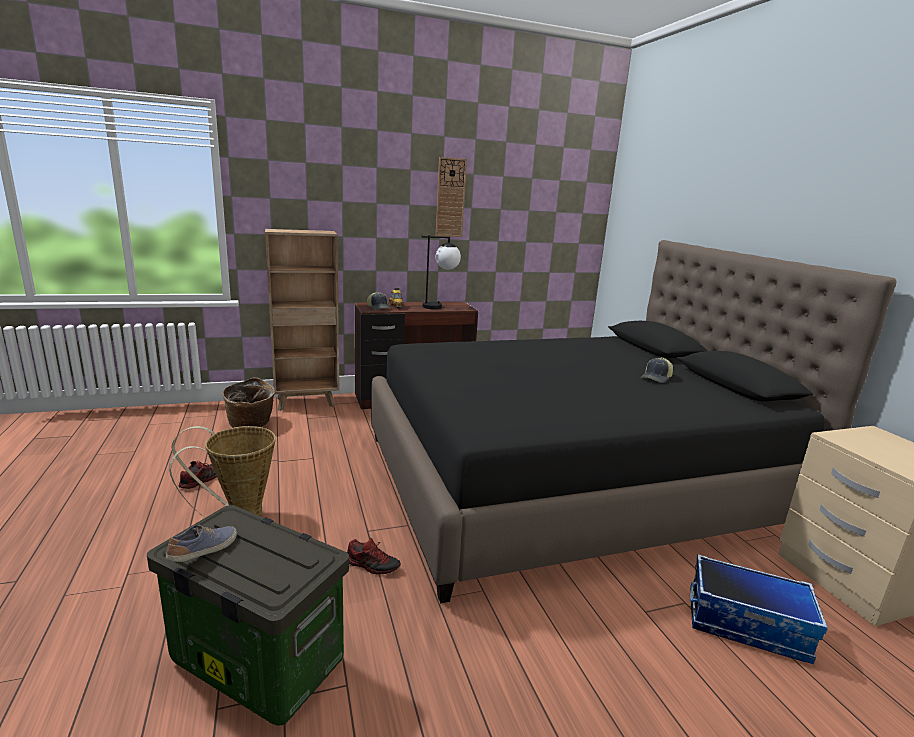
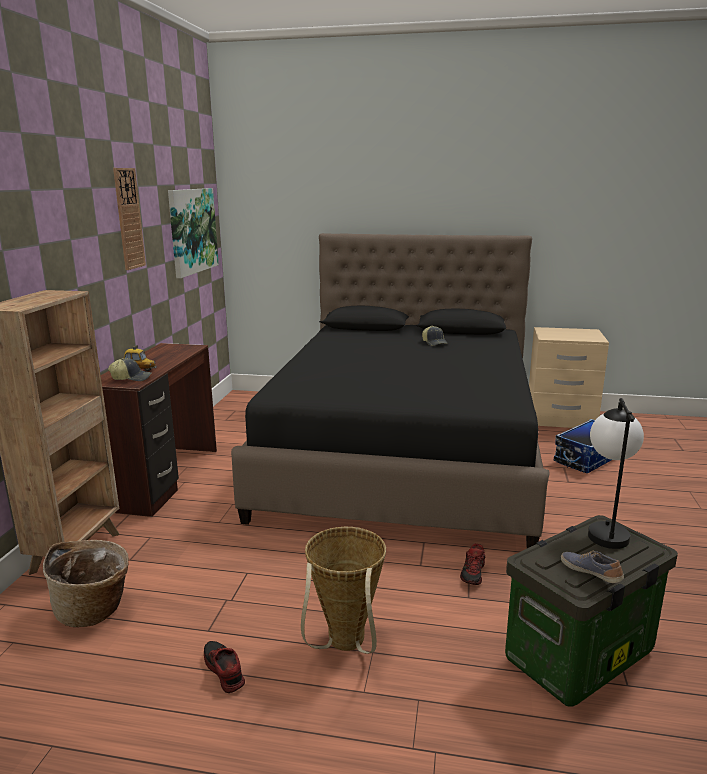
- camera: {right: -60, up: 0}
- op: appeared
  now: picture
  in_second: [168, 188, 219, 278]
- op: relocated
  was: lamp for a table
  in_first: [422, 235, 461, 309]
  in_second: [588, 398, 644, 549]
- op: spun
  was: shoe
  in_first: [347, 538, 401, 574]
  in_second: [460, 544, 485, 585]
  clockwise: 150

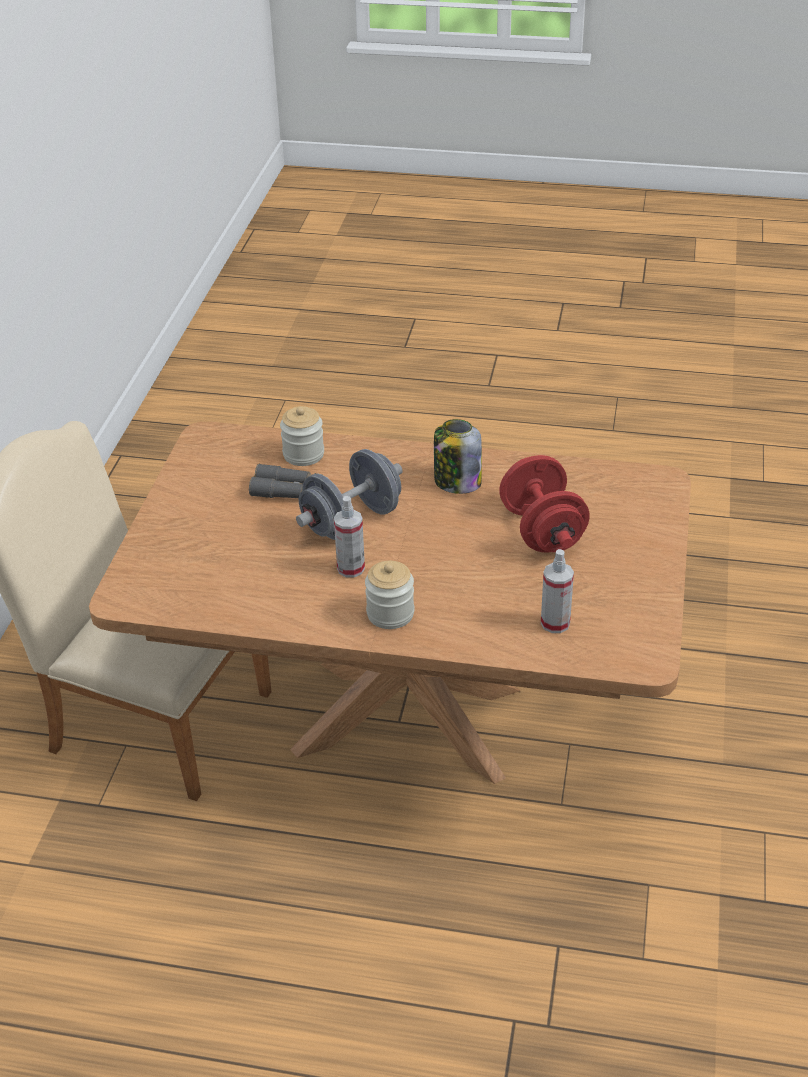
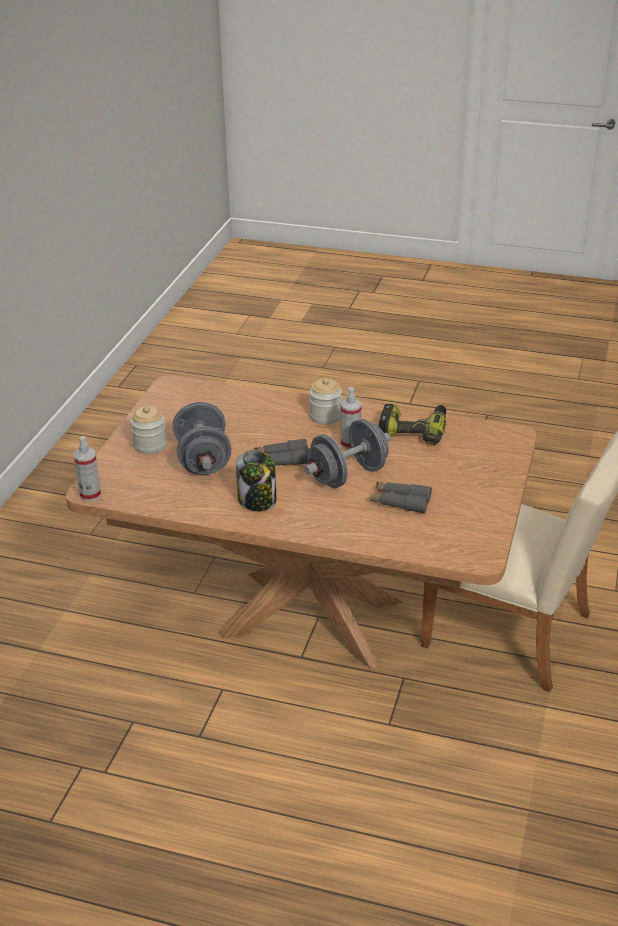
- camera: {right: -175, up: -5}
- op: appeared
  now: greyish binoculars
  in_second: [254, 439, 309, 465]
- op: appeared
  now: drill
  in_second: [379, 404, 446, 445]
- op: relocated
  was: jar
  in_first: [280, 406, 324, 466]
  in_second: [130, 406, 167, 454]
- op: relocated
  was: hand sprayer
  in_first: [541, 549, 574, 633]
  in_second: [74, 436, 101, 501]
- op: colour
  was: red-coloured free weight
  now: greyish free weight
  in_first: [499, 455, 590, 553]
  in_second: [173, 402, 232, 475]

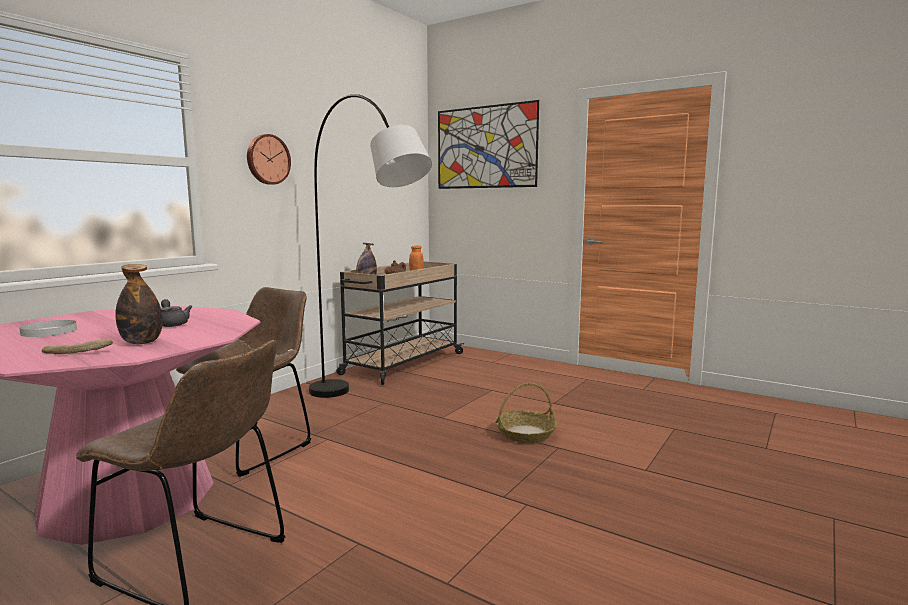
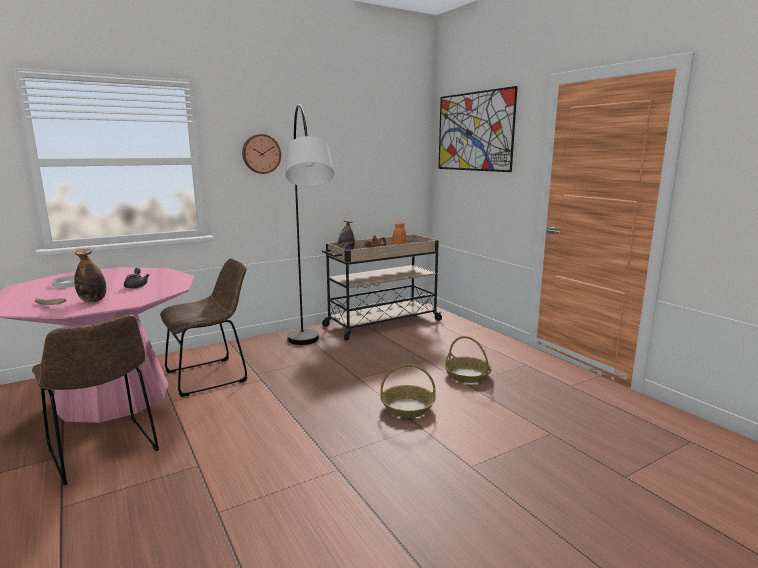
- camera: {right: 25, up: 5}
- op: appeared
  now: household basket
  in_second: [444, 336, 492, 383]

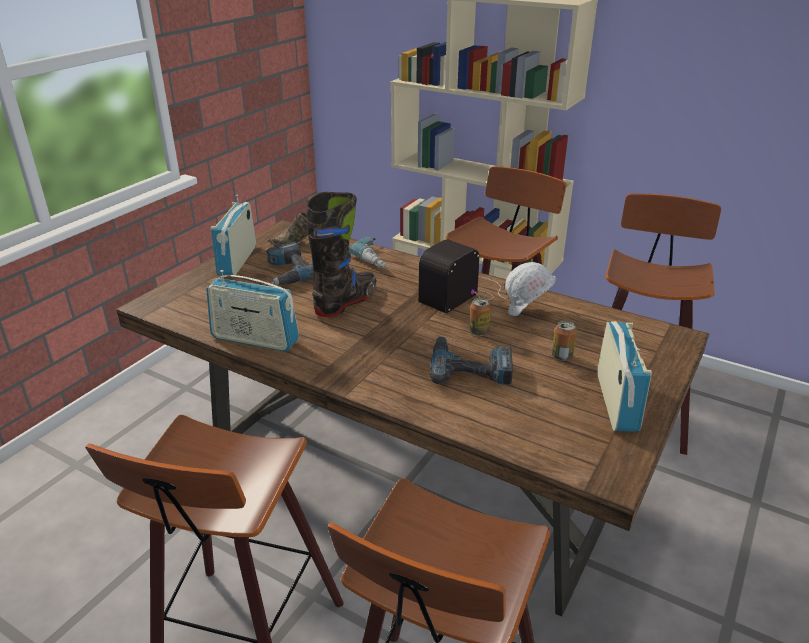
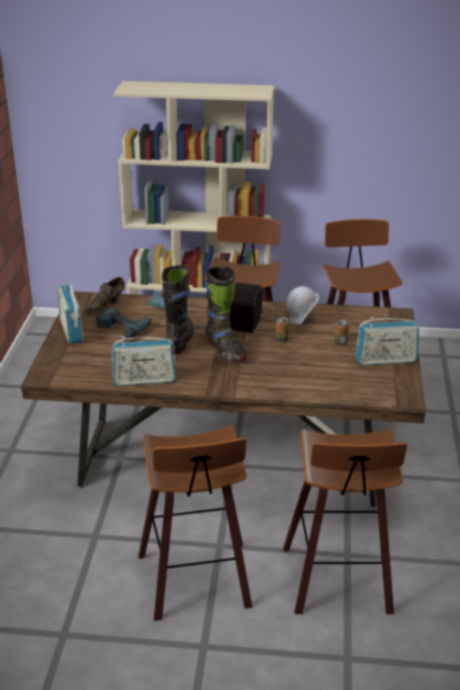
- camera: {right: -25, up: 0}
- op: missing
  was: drill
  in_first: [430, 336, 513, 385]
- op: appeared
  now: blackish tall boot
  in_second: [205, 265, 247, 362]
- op: spun
  was: radio set
  in_first: [597, 321, 652, 432]
  in_second: [355, 317, 419, 366]
  clockwise: 105

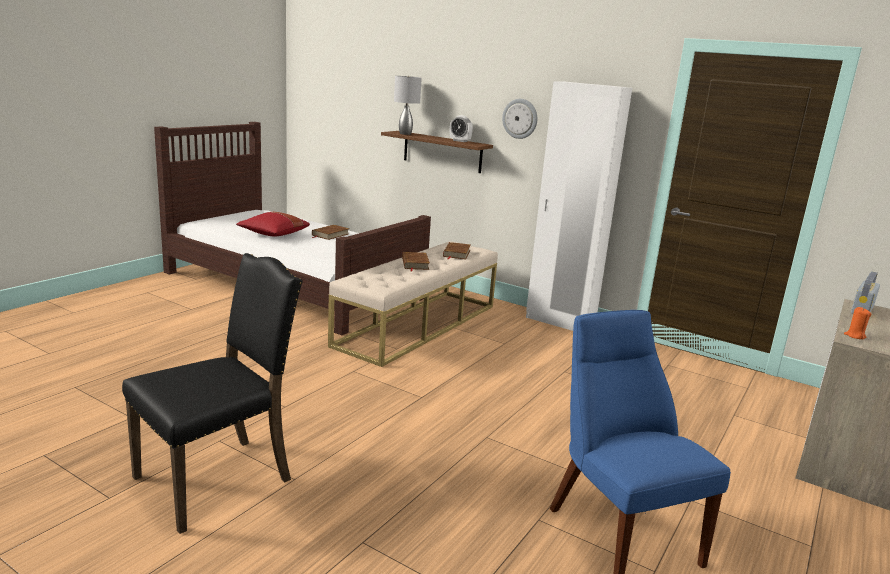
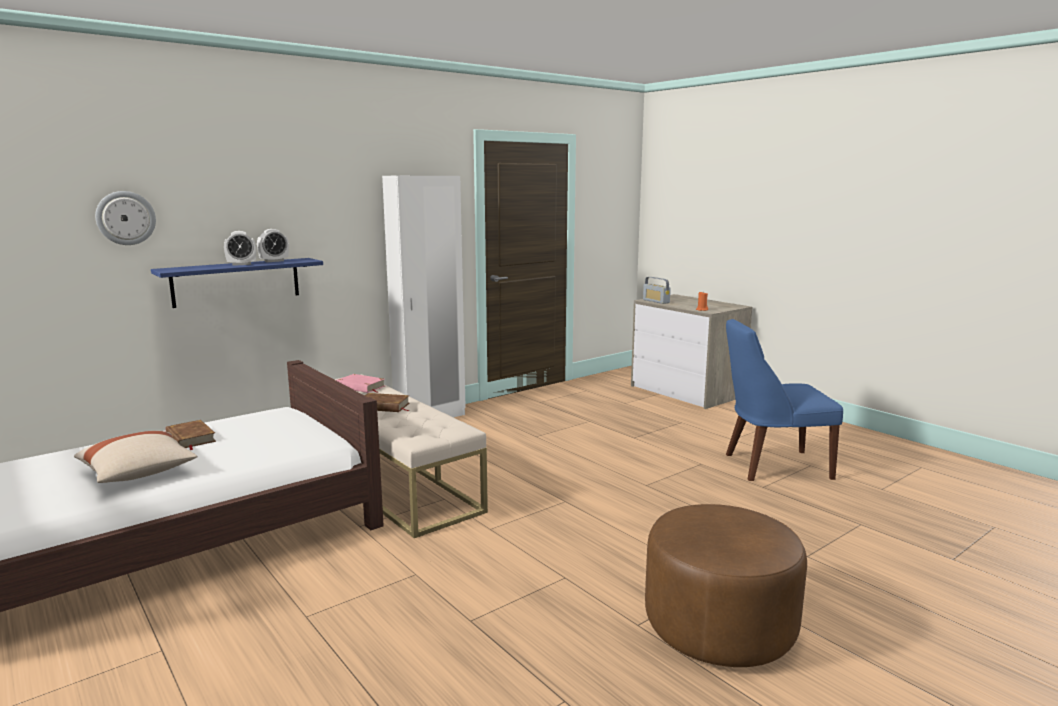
- camera: {right: -70, up: -5}
- op: missing
  was: greyish lamp for a table
  in_first: [394, 76, 422, 135]
- op: appeared
  now: alarm clock
  in_second: [224, 231, 256, 266]
- op: relocated
  was: hanging clock
  in_first: [502, 99, 537, 139]
  in_second: [95, 191, 156, 245]
- op: exchanged
  was: blackish chair
  now: brown ottoman
  in_first: [122, 253, 303, 534]
  in_second: [645, 504, 807, 667]
- op: colour
  was: red-coloured pillow
  now: beige-coloured pillow
  in_first: [236, 212, 310, 236]
  in_second: [74, 431, 197, 483]
- op: colour
  was: brown wall shelf
  now: blue wall shelf
  in_first: [381, 131, 493, 173]
  in_second: [151, 258, 323, 308]
- op: colour
  was: brown bound book
  now: pink bound book
  in_first: [443, 242, 471, 260]
  in_second: [336, 374, 385, 393]

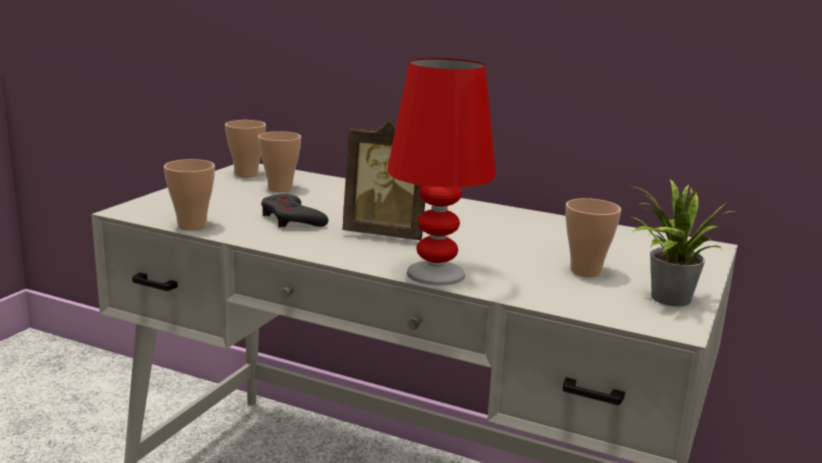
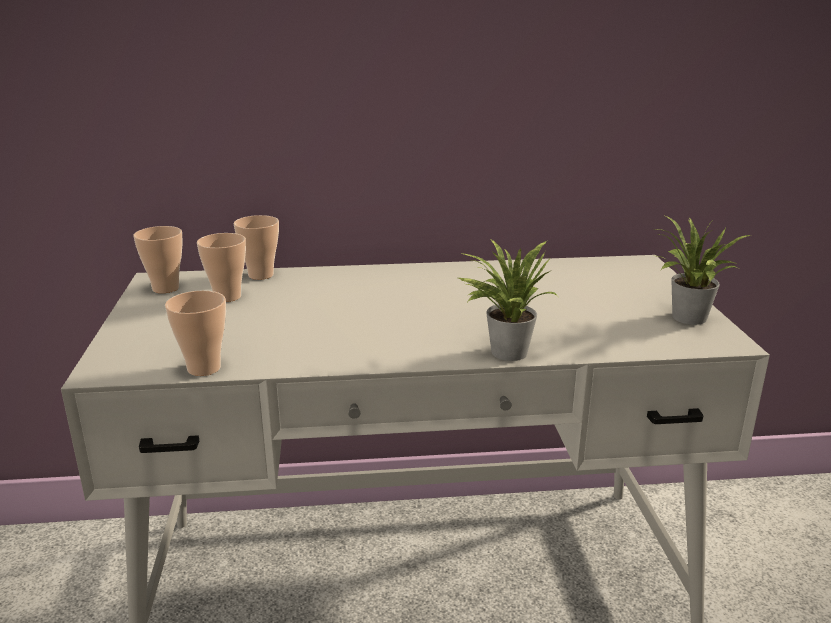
- camera: {right: -30, up: 5}
- op: missing
  was: greyish joypad
  in_first: [261, 194, 328, 227]
- op: missing
  was: picture frame
  in_first: [342, 120, 425, 240]
- op: relocated
  was: cup
  in_first: [566, 198, 621, 277]
  in_second: [234, 215, 279, 280]
- op: exchanged
  was: red-coloured lamp for a table
  now: plant in a pot
  in_first: [387, 58, 496, 286]
  in_second: [458, 239, 559, 361]

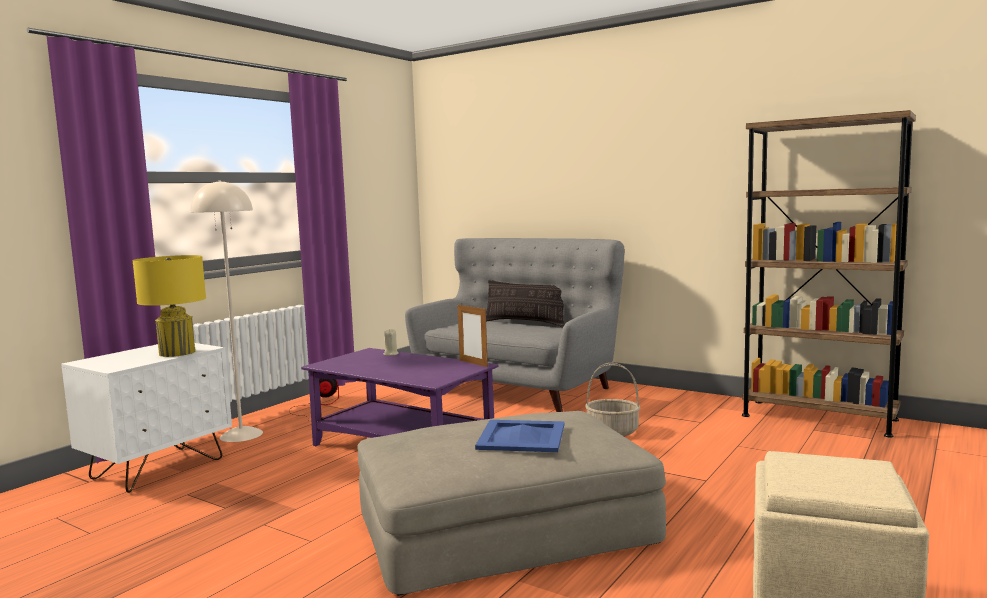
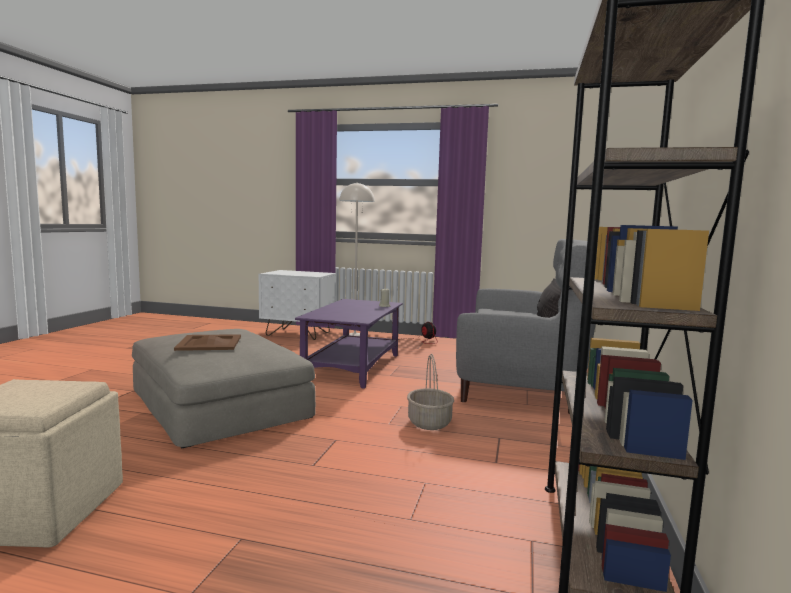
- camera: {right: 70, up: 0}
- op: missing
  was: yellowish lamp for a table
  in_first: [132, 255, 206, 357]
- op: missing
  was: picture frame
  in_first: [458, 303, 488, 367]
- op: colour
  was: blue carrying tray
  now: brown carrying tray
  in_first: [475, 420, 564, 452]
  in_second: [174, 334, 241, 351]

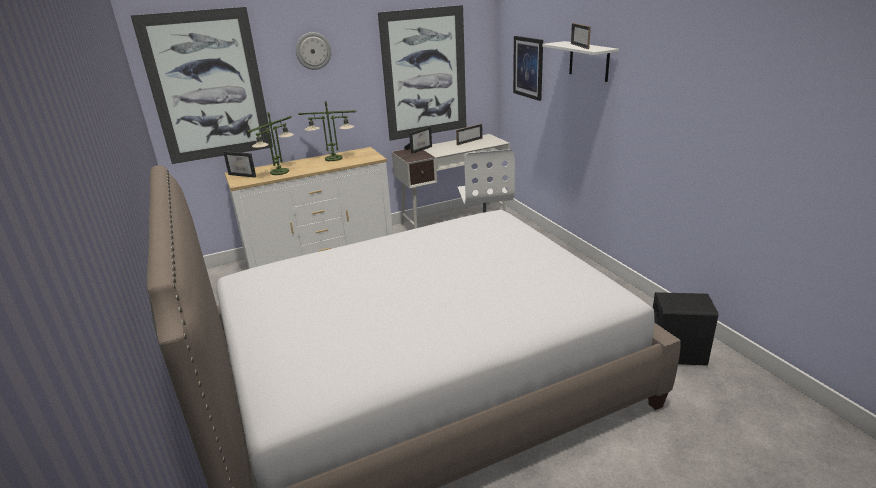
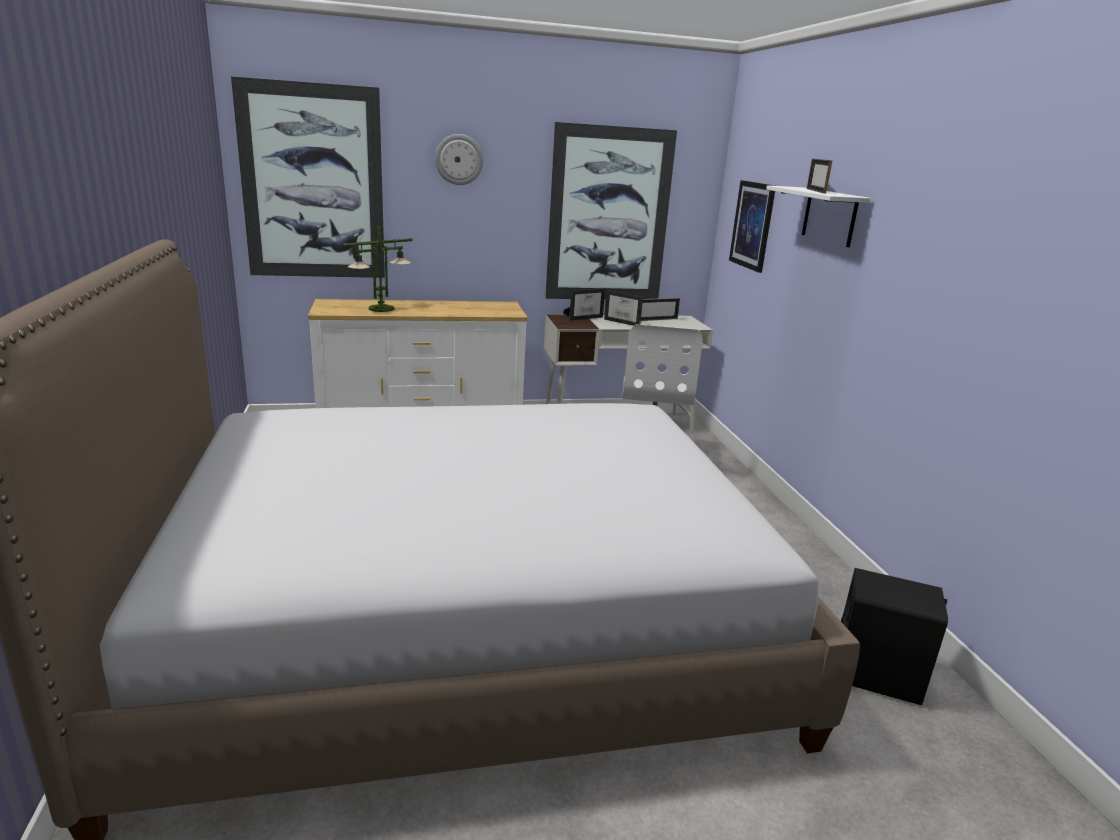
- camera: {right: 10, up: -5}
- op: missing
  was: lamp for a table
  in_first: [298, 101, 356, 161]
- op: relocated
  was: picture frame
  in_first: [223, 151, 256, 177]
  in_second: [604, 290, 643, 326]

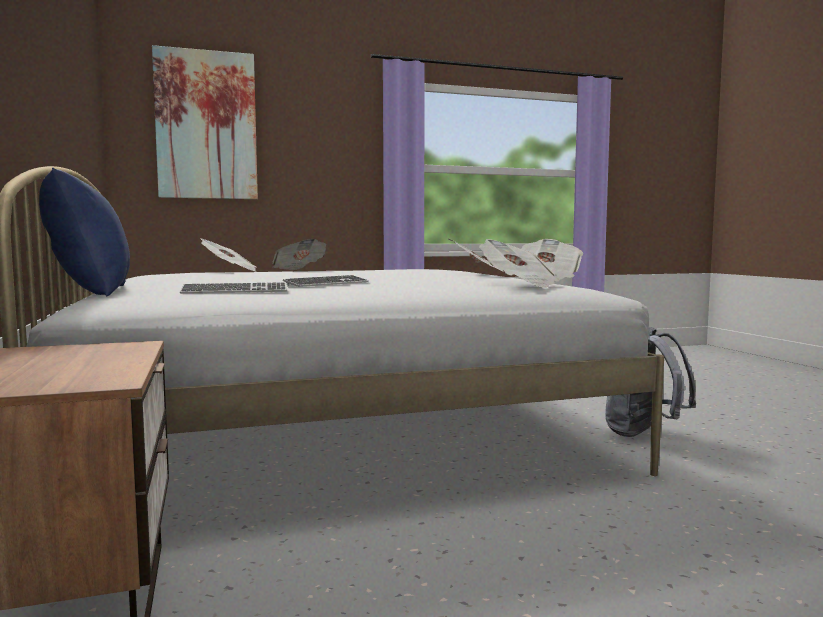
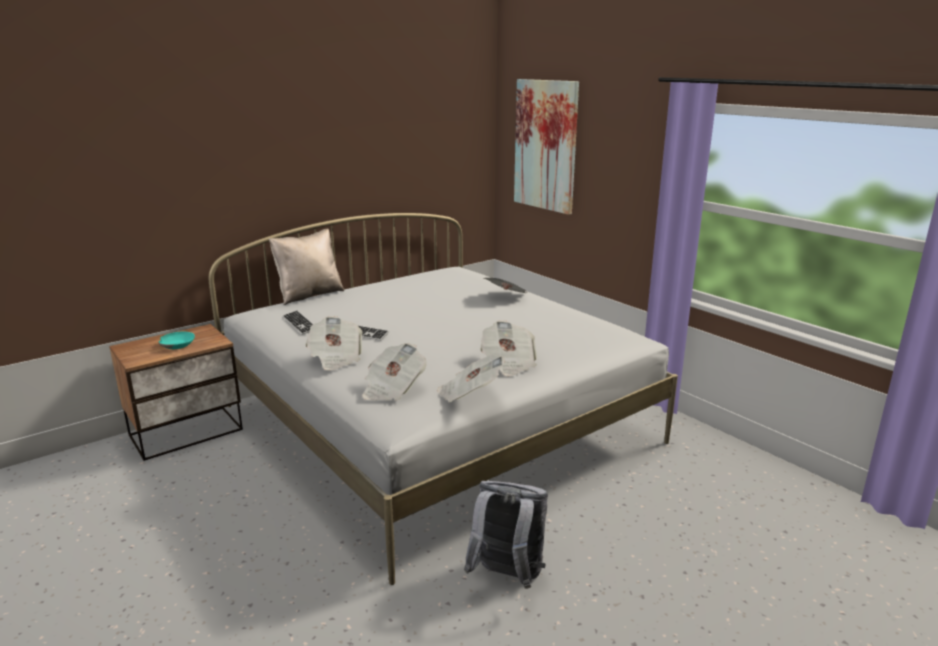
- camera: {right: 70, up: 15}
- op: appeared
  now: turquoise-coloured bowl
  in_second: [158, 332, 195, 349]
- op: relocated
  was: newspaper
  in_first: [200, 238, 257, 272]
  in_second: [306, 316, 362, 371]
- op: colour
  was: blue pillow
  now: beige-coloured pillow
  in_first: [39, 168, 130, 297]
  in_second: [269, 229, 344, 305]

